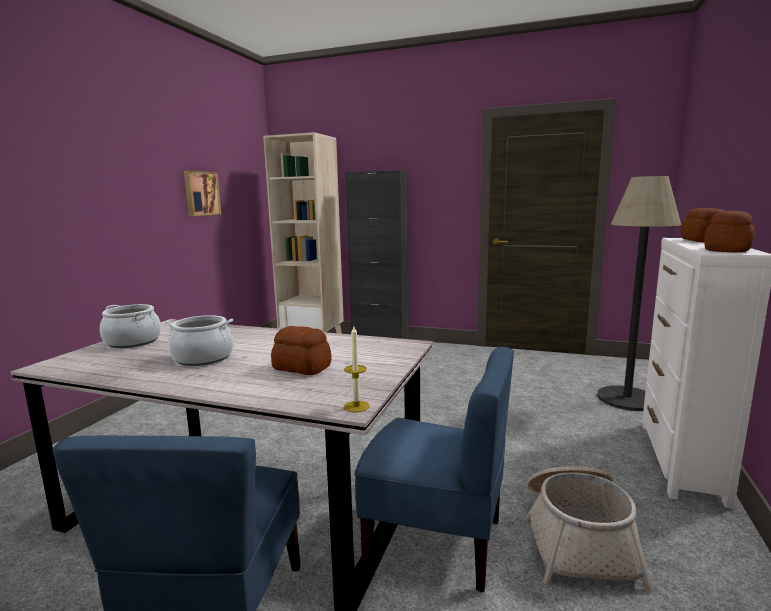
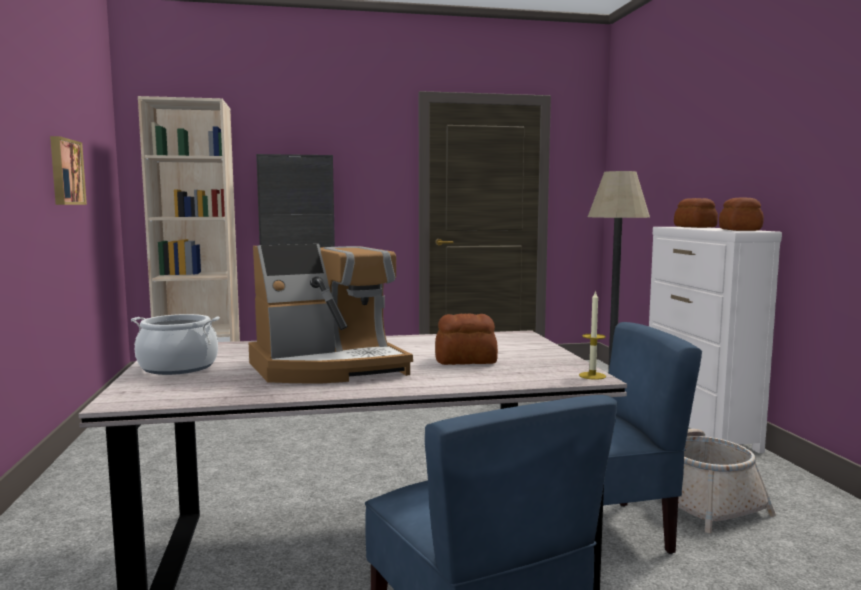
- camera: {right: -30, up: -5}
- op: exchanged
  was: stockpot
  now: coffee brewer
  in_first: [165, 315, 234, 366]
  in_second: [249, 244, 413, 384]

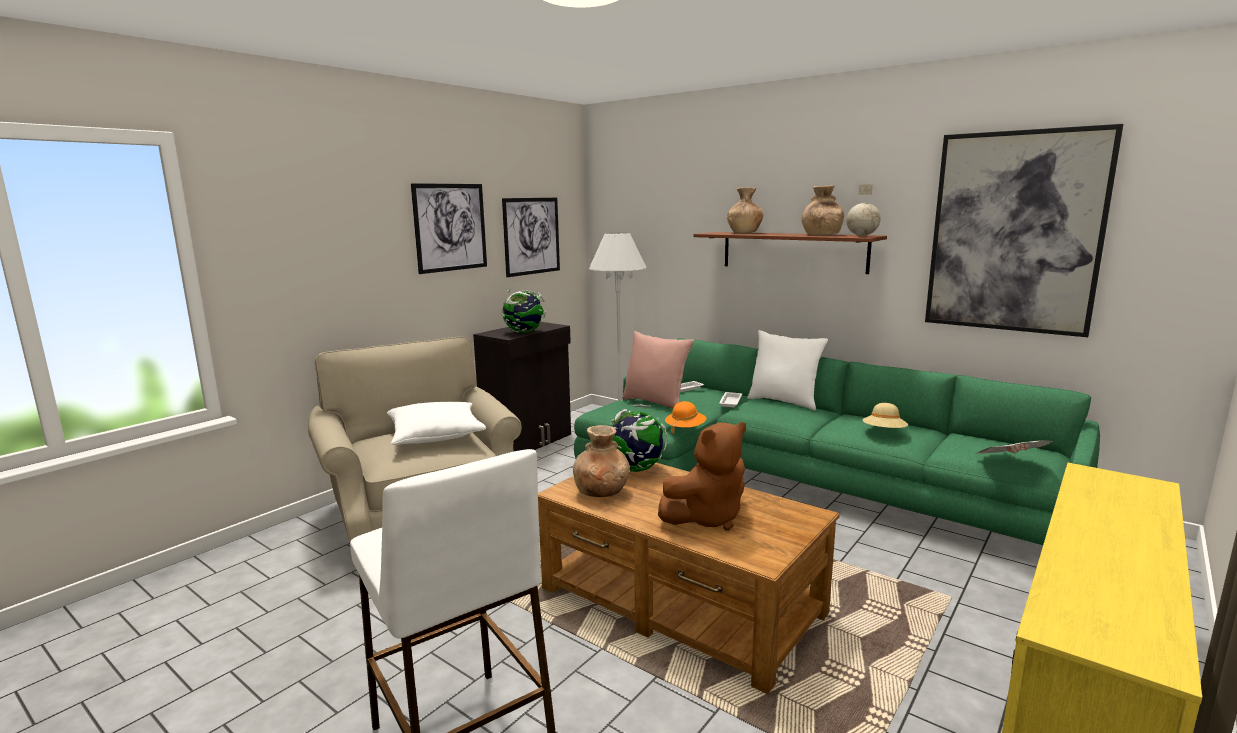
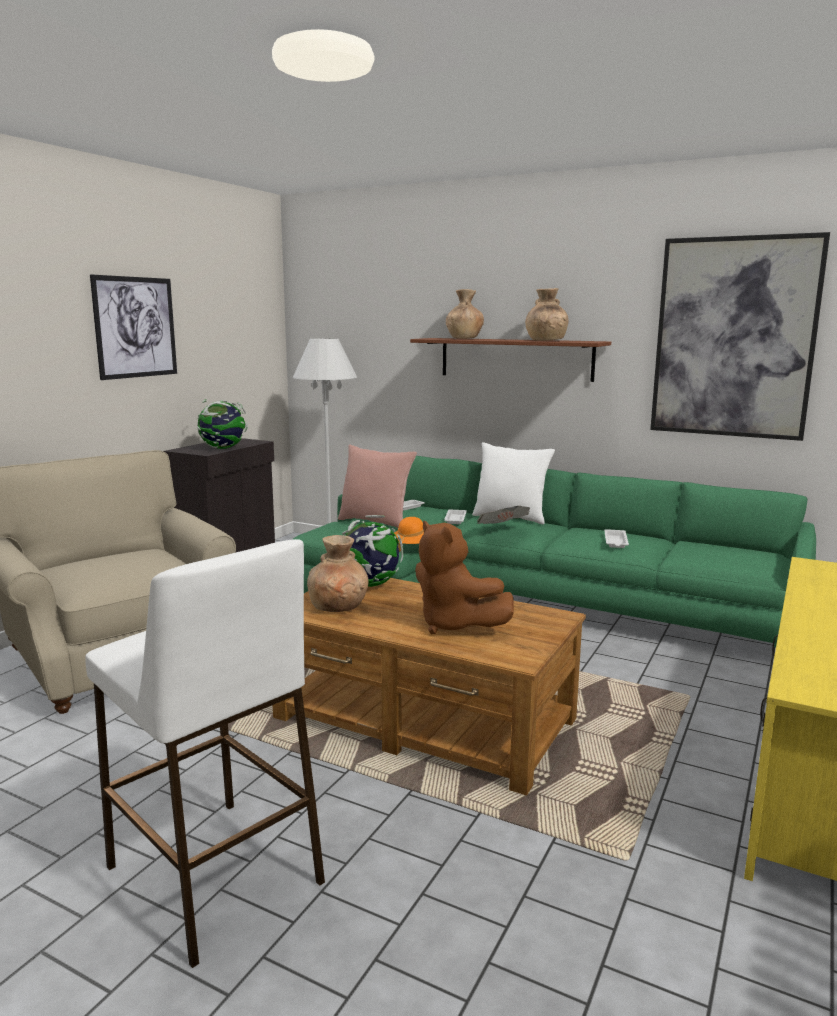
- camera: {right: -10, up: 0}
- op: missing
  was: white-coloured pillow
  in_first: [387, 402, 486, 445]
- op: missing
  was: picture
  in_first: [502, 198, 560, 277]
- op: missing
  was: world globe
  in_first: [846, 184, 881, 236]
- op: relocated
  was: newspaper
  in_first: [976, 440, 1053, 454]
  in_second: [477, 506, 530, 524]
- op: exchanged
  was: beige-coloured clothing hat
  now: white-coloured carrying tray
  in_first: [863, 403, 908, 428]
  in_second: [604, 529, 629, 548]
- op: spun
  was: brown plush toy
  in_first: [658, 422, 746, 531]
  in_second: [415, 520, 514, 634]
  clockwise: 90

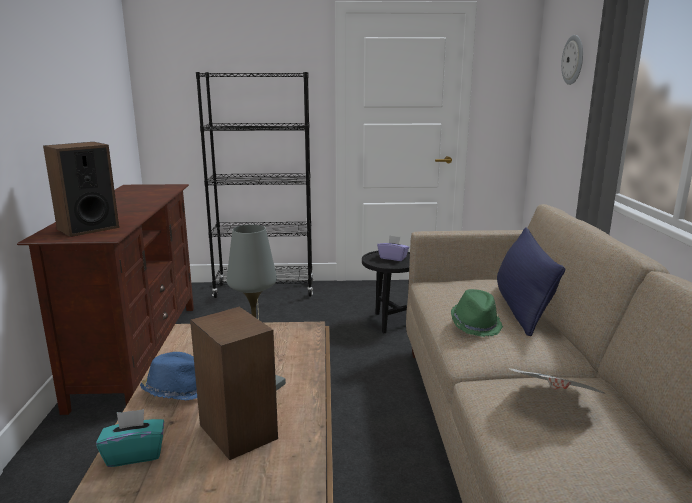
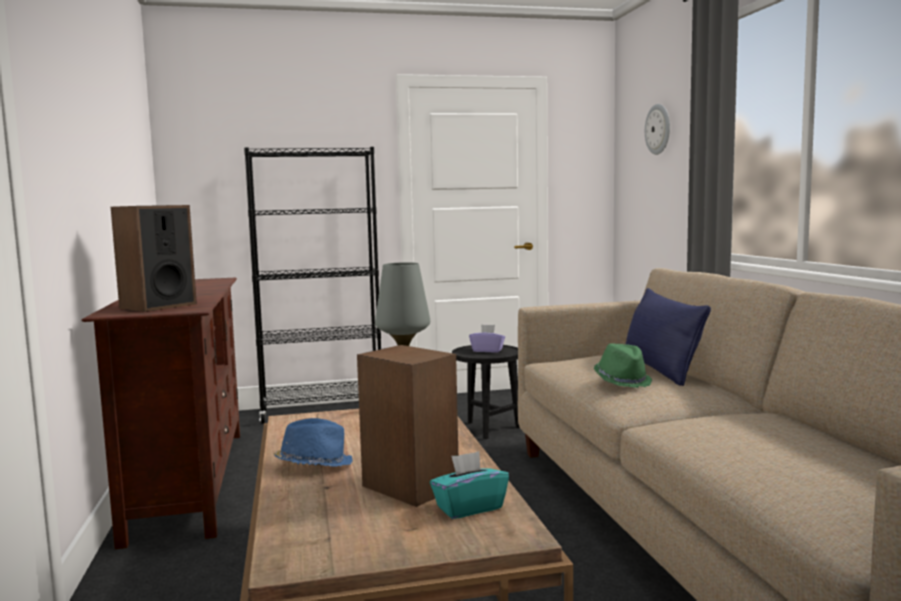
- camera: {right: -10, up: -10}
- op: missing
  was: newspaper
  in_first: [509, 368, 606, 394]
- op: relocated
  was: turquoise-coloured tissue holder
  in_first: [96, 409, 164, 467]
  in_second: [430, 451, 509, 519]

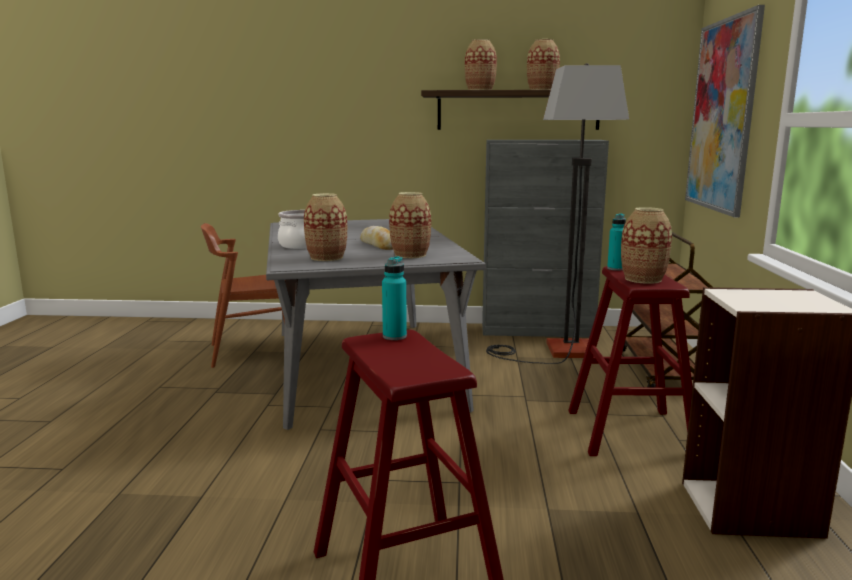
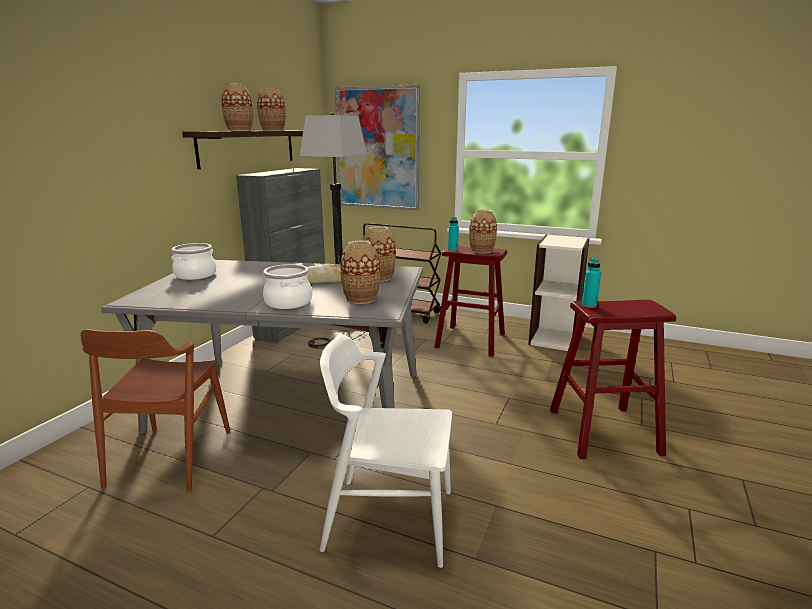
- camera: {right: -70, up: 5}
- op: appeared
  now: stockpot
  in_second: [172, 243, 216, 280]
- op: appeared
  now: white-coloured chair
  in_second: [320, 335, 452, 568]

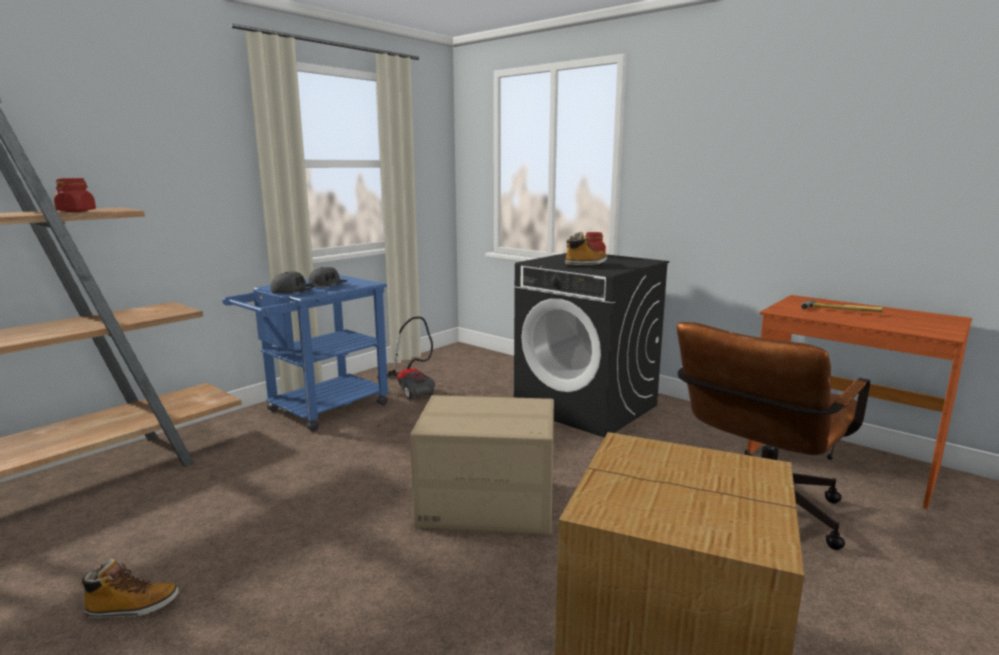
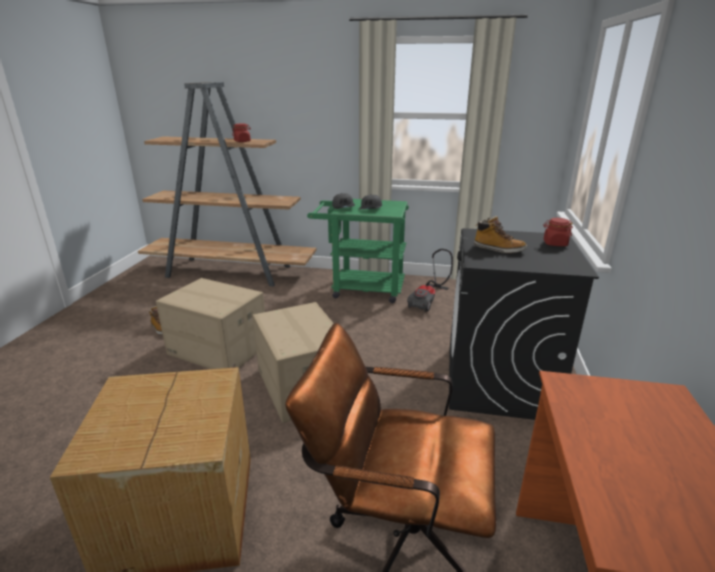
- camera: {right: 60, up: 10}
- op: missing
  was: hand hammer
  in_first: [801, 300, 883, 313]
- op: appeared
  now: cardboard box
  in_second: [156, 278, 265, 369]
- op: colour
  was: blue cart
  now: green cart
  in_first: [222, 275, 389, 431]
  in_second: [307, 199, 409, 303]

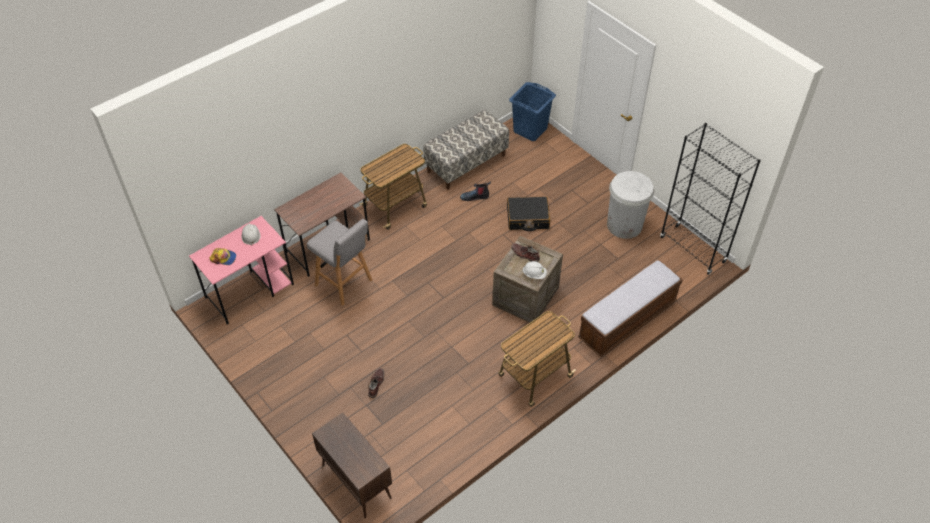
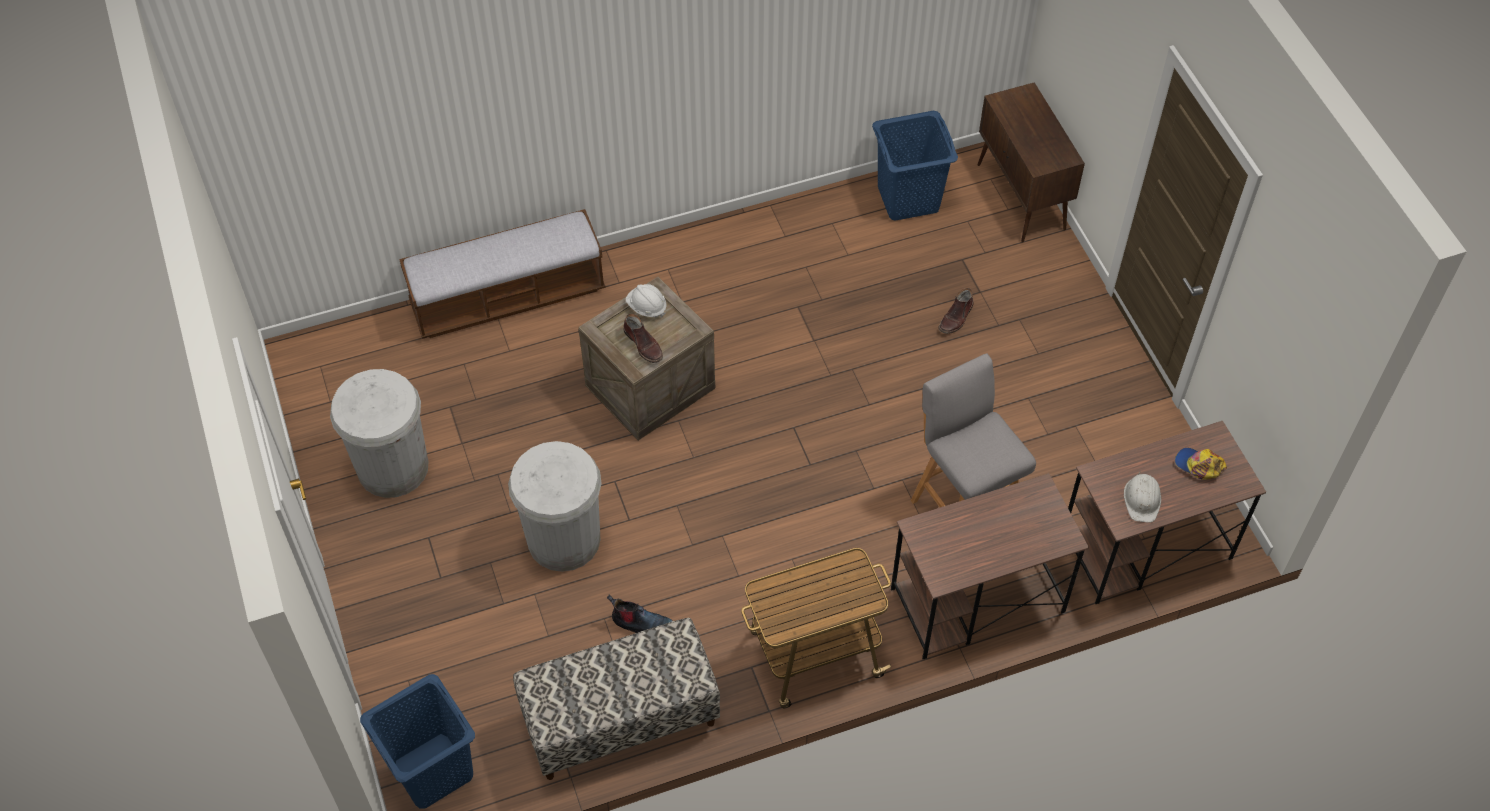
- camera: {right: -160, up: 5}
- op: missing
  was: cart
  in_first: [498, 311, 576, 407]
- op: missing
  was: blackish bookshelf
  in_first: [660, 123, 761, 275]
- op: appeared
  now: blue laundry basket
  in_second: [872, 111, 958, 221]
- op: exchanged
  was: blackish suitcase
  now: white-coloured trash can
  in_first: [507, 197, 550, 231]
  in_second: [508, 441, 602, 572]
- op: colour
  was: pink desk
  now: brown desk
  in_first: [189, 216, 294, 324]
  in_second: [1068, 421, 1266, 604]

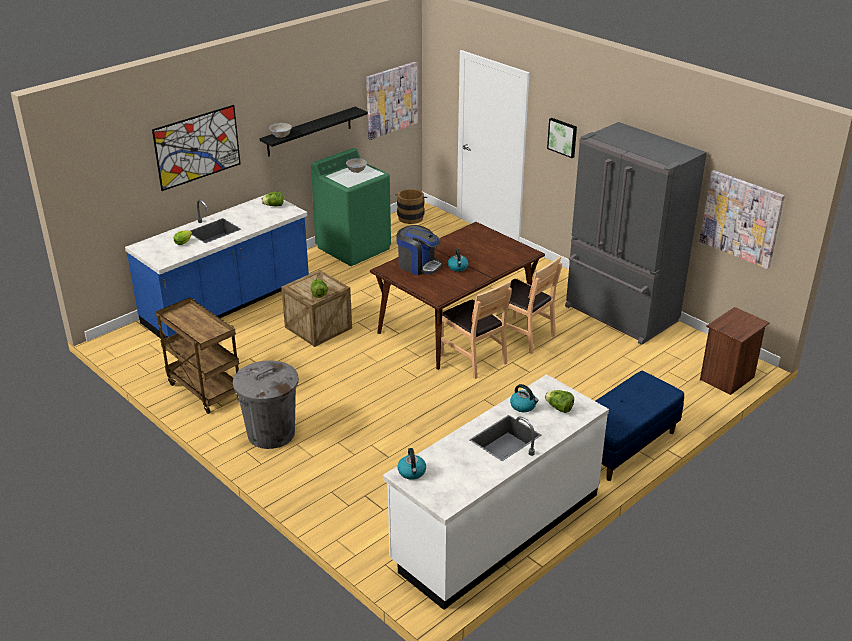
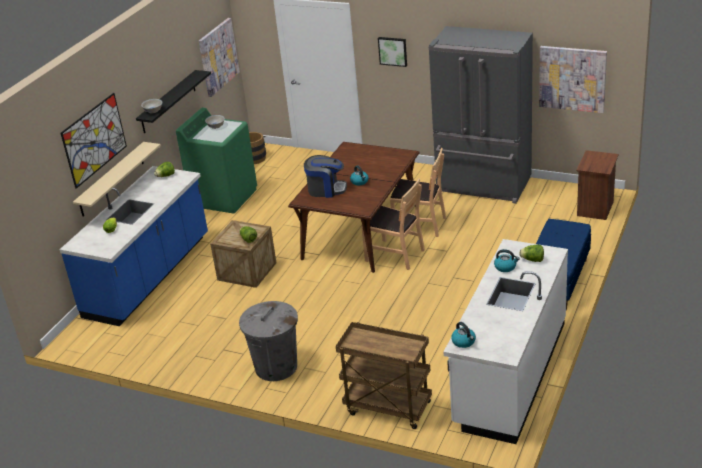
- camera: {right: -20, up: 0}
- op: appeared
  now: beige-coloured wall shelf
  in_second: [73, 142, 161, 216]
- op: relocated
  was: brown cart
  in_first: [156, 297, 239, 414]
  in_second: [336, 322, 432, 429]

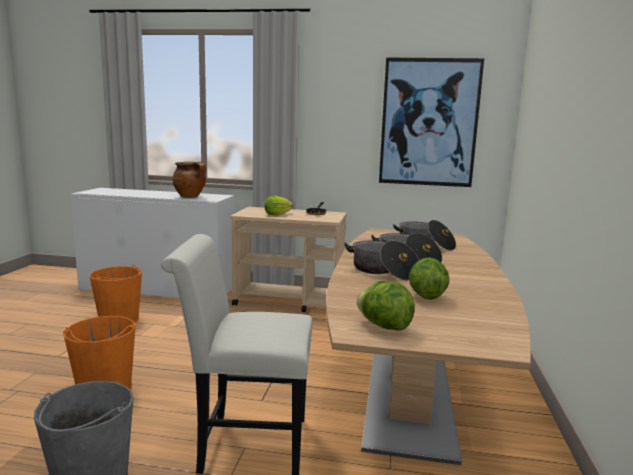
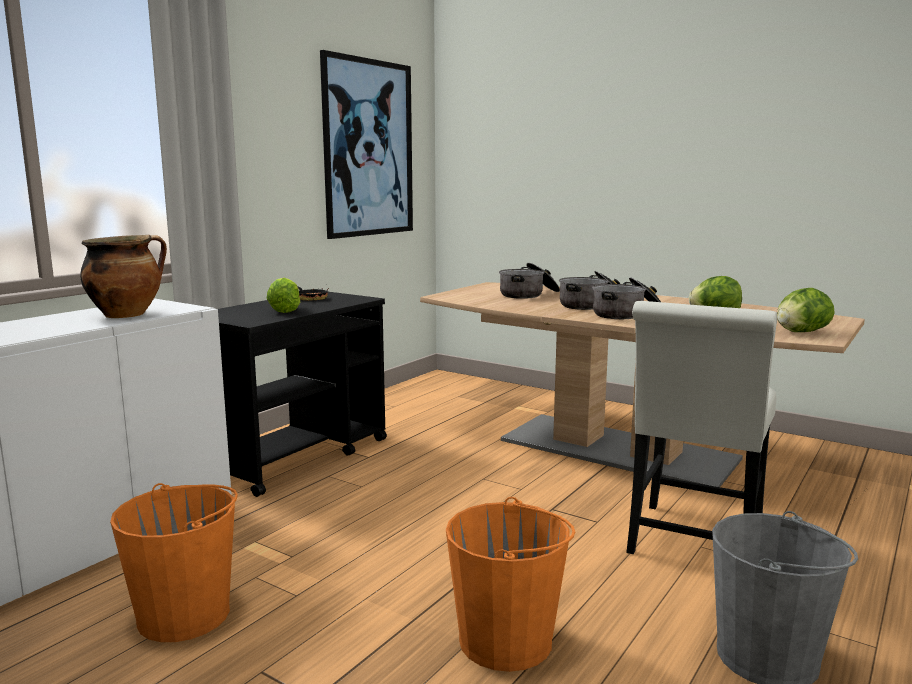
- camera: {right: -65, up: 0}
- op: colour
  was: beige-coloured cart
  now: blackish cart
  in_first: [231, 207, 347, 312]
  in_second: [218, 292, 387, 497]

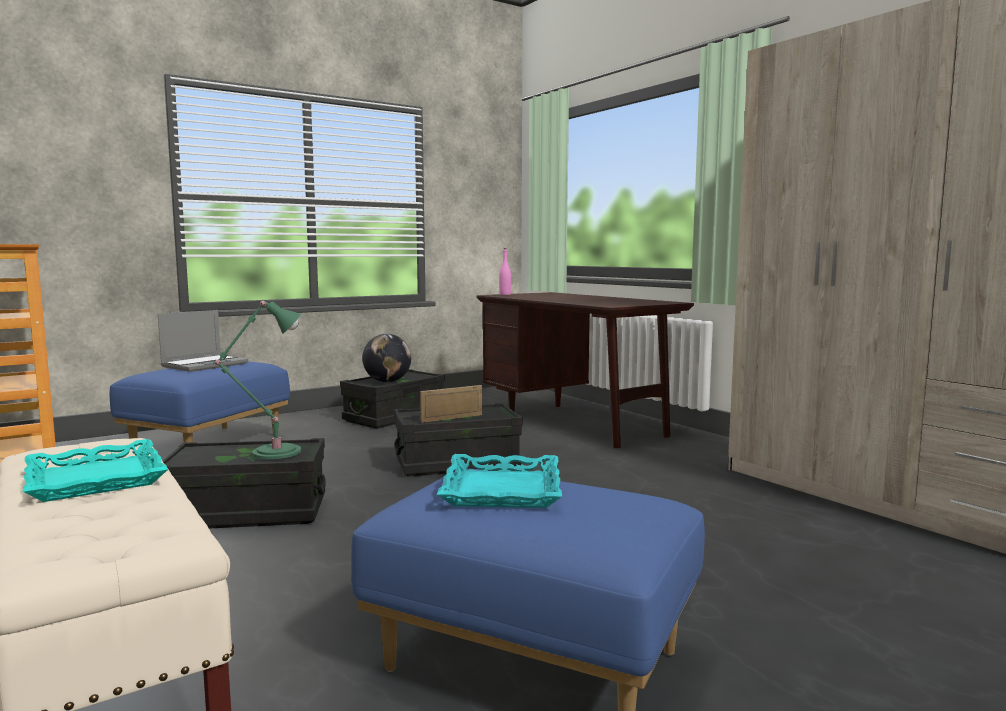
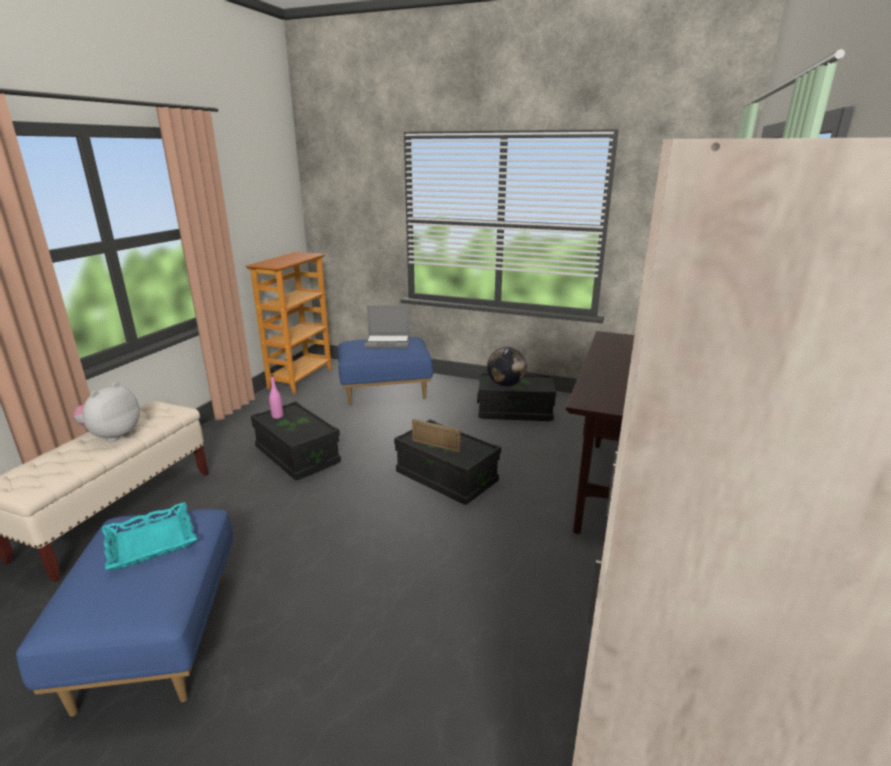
- camera: {right: 55, up: 15}
- op: missing
  was: green lamp for a table
  in_first: [215, 301, 301, 459]
- op: relocated
  was: pink drink bottle
  in_first: [499, 248, 511, 295]
  in_second: [269, 375, 283, 419]
- op: exchanged
  was: turquoise-coloured carrying tray
  now: plush toy
  in_first: [23, 439, 168, 502]
  in_second: [72, 382, 140, 442]

